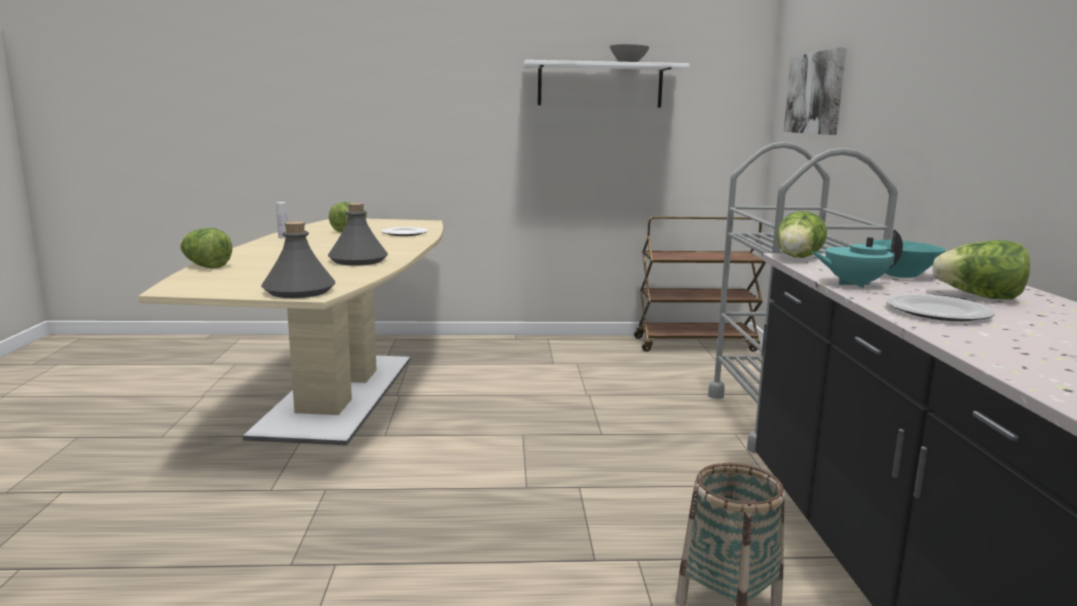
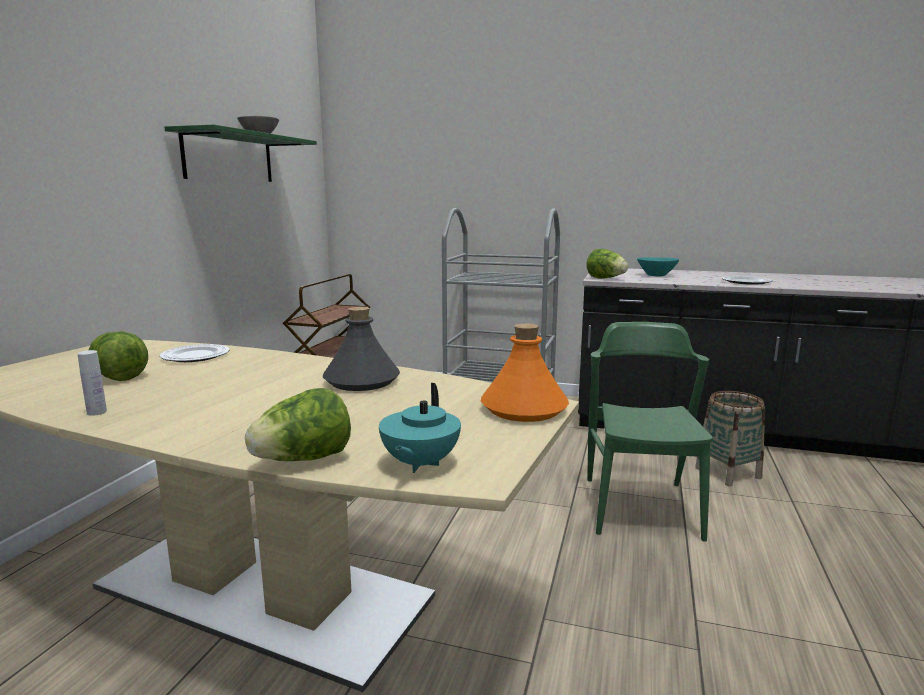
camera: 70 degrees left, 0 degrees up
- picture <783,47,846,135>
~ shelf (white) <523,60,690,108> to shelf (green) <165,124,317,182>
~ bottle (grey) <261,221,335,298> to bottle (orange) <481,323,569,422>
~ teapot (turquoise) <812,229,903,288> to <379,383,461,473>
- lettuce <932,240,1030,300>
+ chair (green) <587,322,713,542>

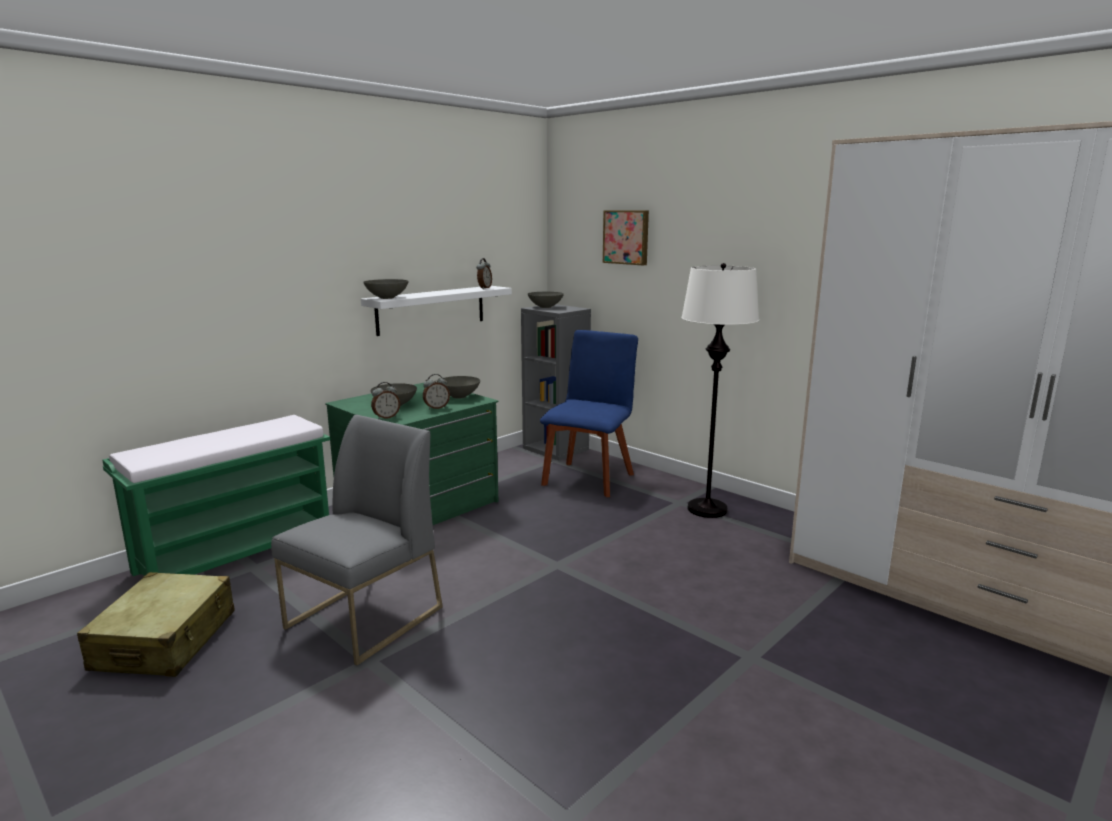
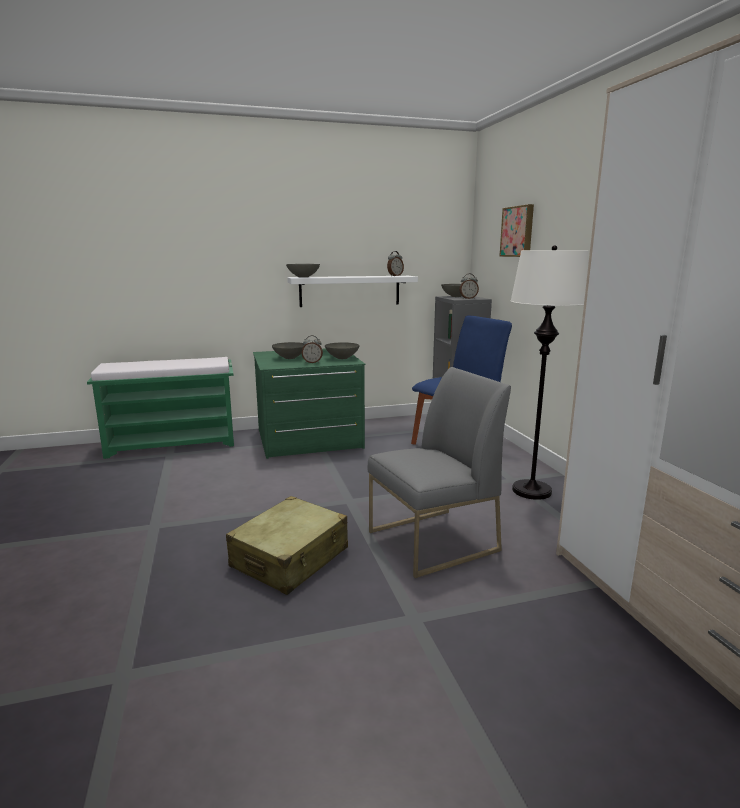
camera: 30 degrees right, 0 degrees up
~ alarm clock <371,382,400,419> to <459,273,479,299>
~ chair (grey) <271,414,443,665> to <368,367,511,578>
~ suitcase (beige) <77,572,235,677> to <226,496,348,595>

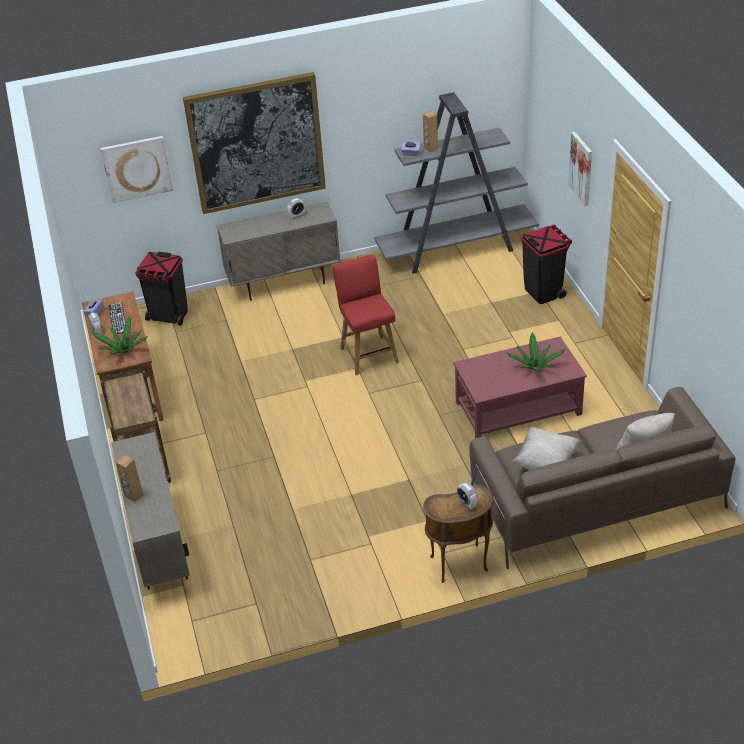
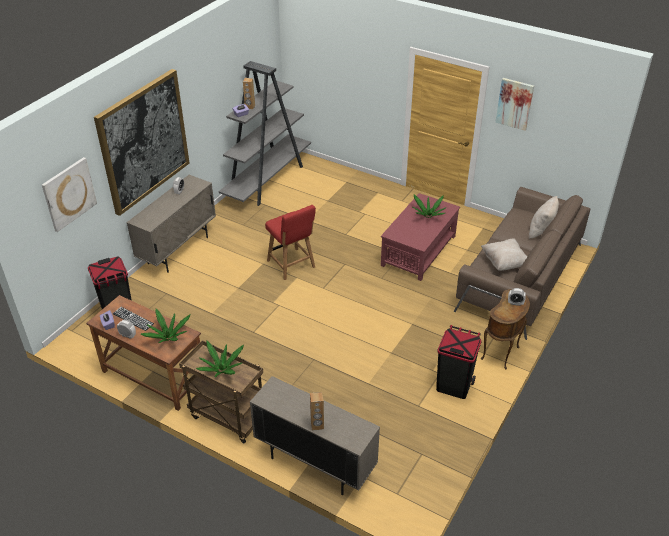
camera: 45 degrees left, 0 degrees up
~ picture <568,131,592,206> to <495,78,534,131>
~ trash can (black) <521,225,572,304> to <436,325,482,399>
~ chair (red) <333,254,399,375> = <265,205,316,280> 150 degrees counterclockwise
+ potted plant <196,341,244,377>

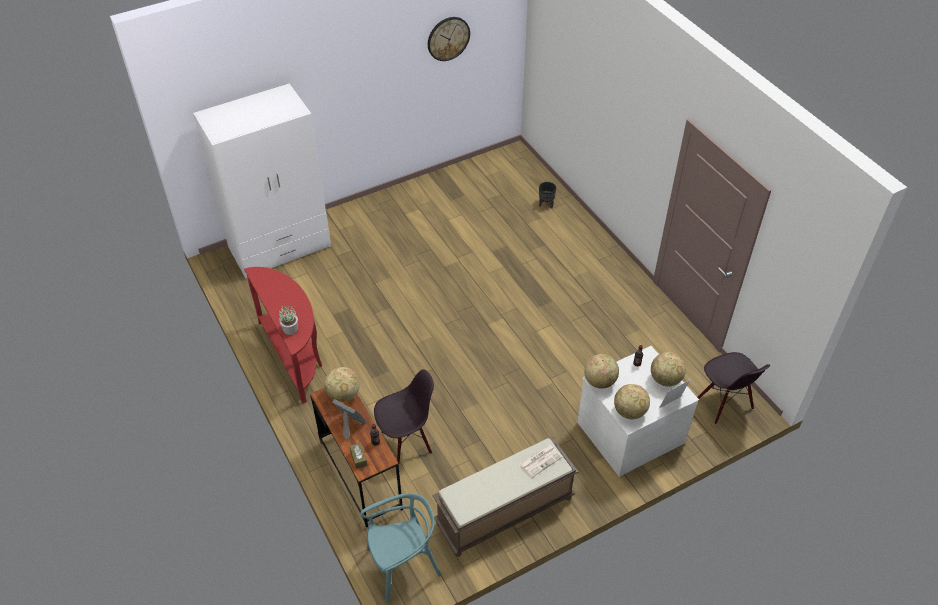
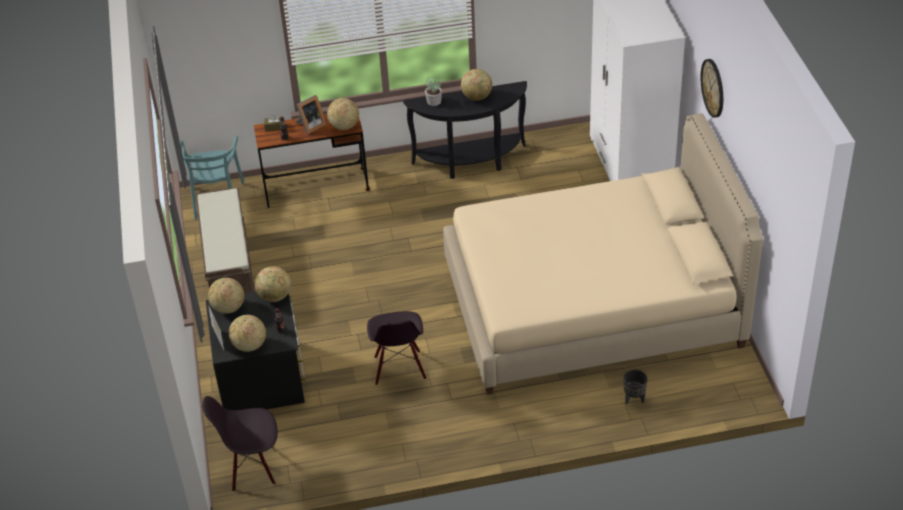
camera: 110 degrees right, 5 degrees down
~ wall clock <428,17,470,61> to <701,59,723,118>
~ console table (red) <244,267,322,404> to console table (black) <403,81,527,179>
~ dresser (white) <577,346,699,477> to dresser (black) <206,292,305,410>
~ chair (black) <374,369,434,465> to <367,311,427,385>
- newspaper <520,445,562,478>
+ globe <461,69,492,101>
+ bed (beige) <443,113,763,395>

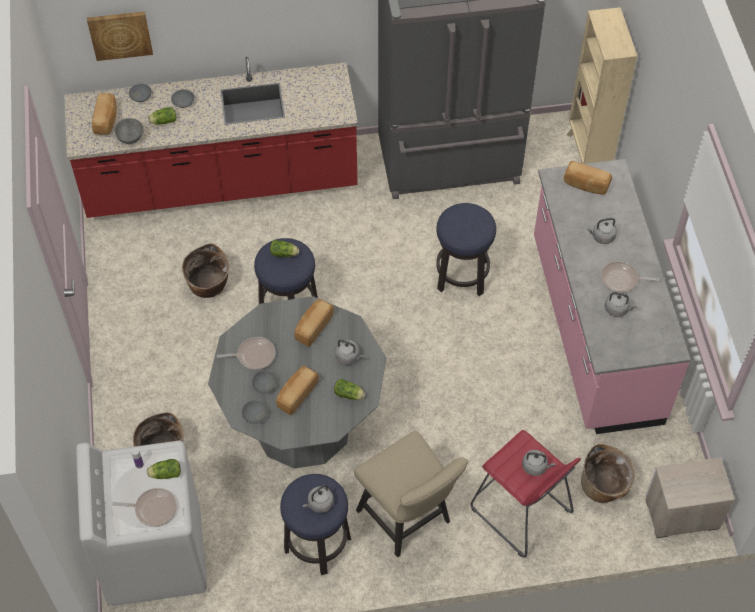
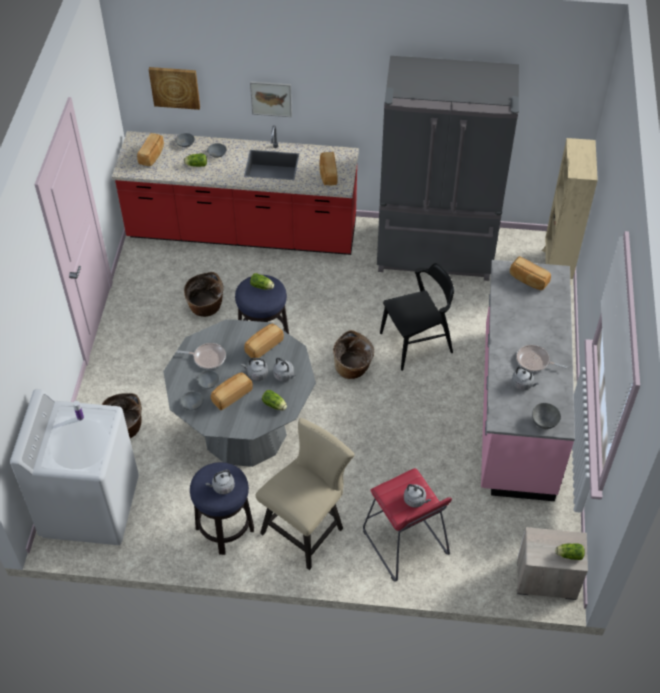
camera: 15 degrees right, 5 degrees down
~ bowl (grey) <115,118,144,144> to <532,403,561,429>
~ stool <436,203,496,296> to chair (black) <380,263,454,371>
~ kettle (grey) <587,218,617,244> to <241,358,268,381>
~ chair (beige) <354,431,468,557> = <256,418,354,570> 120 degrees counterclockwise
~ basket <581,444,635,503> to <333,330,374,379>
~ lettuce <147,459,181,479> to <555,543,585,560>
- frying pan <112,488,177,527>
+ picture <250,81,292,117>
+ bread <320,152,338,186>

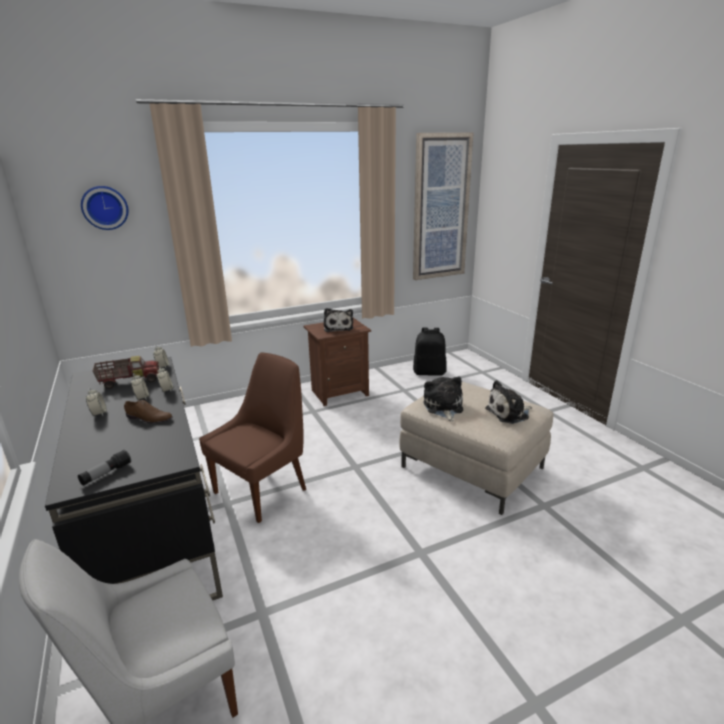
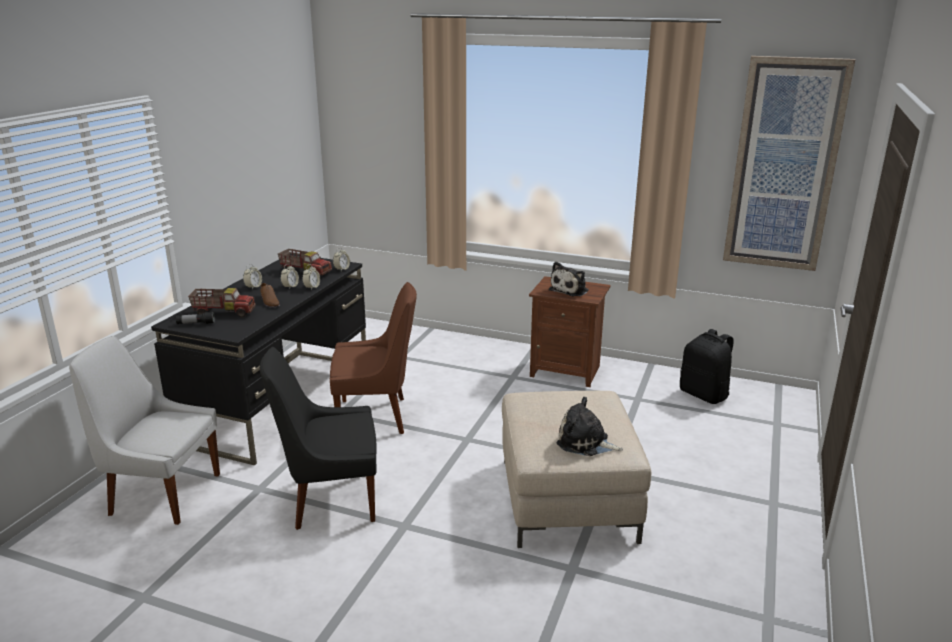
camera: 45 degrees right, 0 degrees up
- wall clock <81,186,128,230>
- plush toy <424,376,463,422>
+ toy truck <188,288,256,318>
+ chair (black) <260,347,377,530>

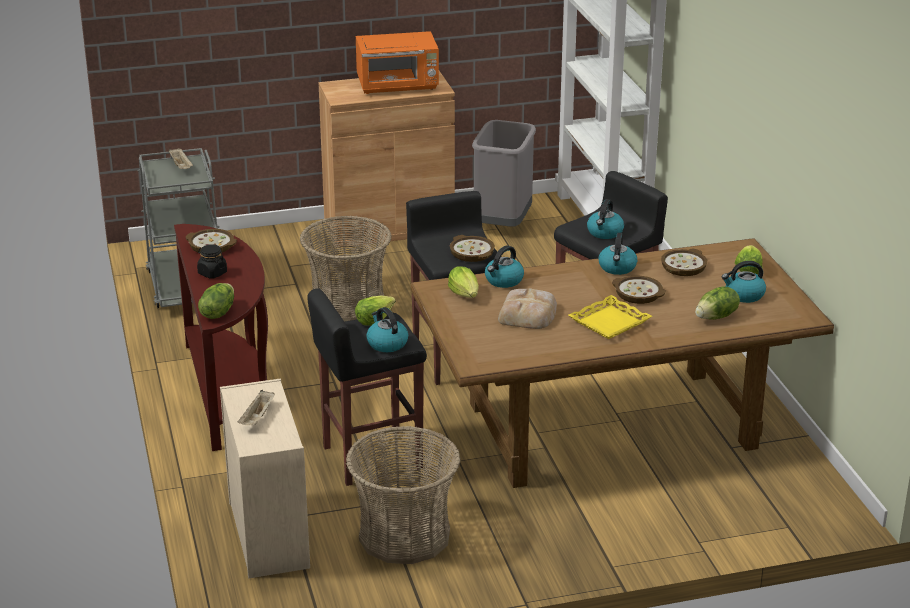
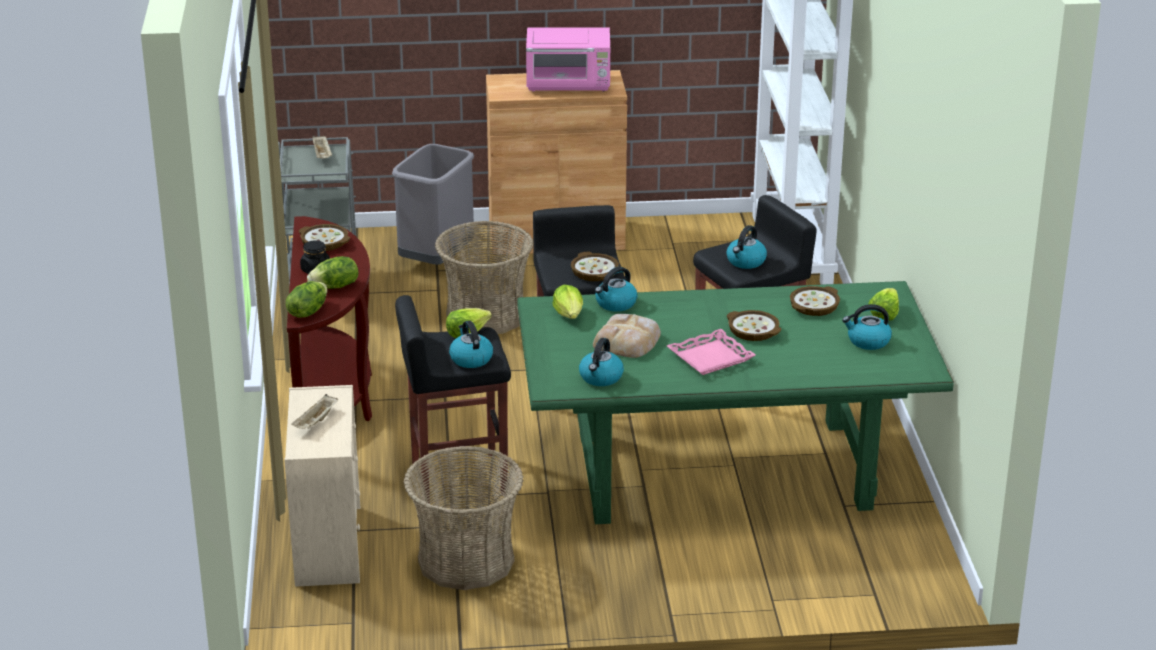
camera: 10 degrees right, 0 degrees up
~ microwave (orange) <356,31,439,94> to microwave (pink) <526,28,610,91>
~ trash can (grey) <472,120,536,227> to <392,144,474,264>
~ kettle <599,233,637,275> to <579,338,624,386>
~ dining table (brown) <411,238,834,488> to dining table (green) <517,281,954,524>
~ lettuce <695,286,740,320> to <307,256,358,289>
~ tray (yellow) <568,295,652,339> to tray (pink) <667,329,756,375>

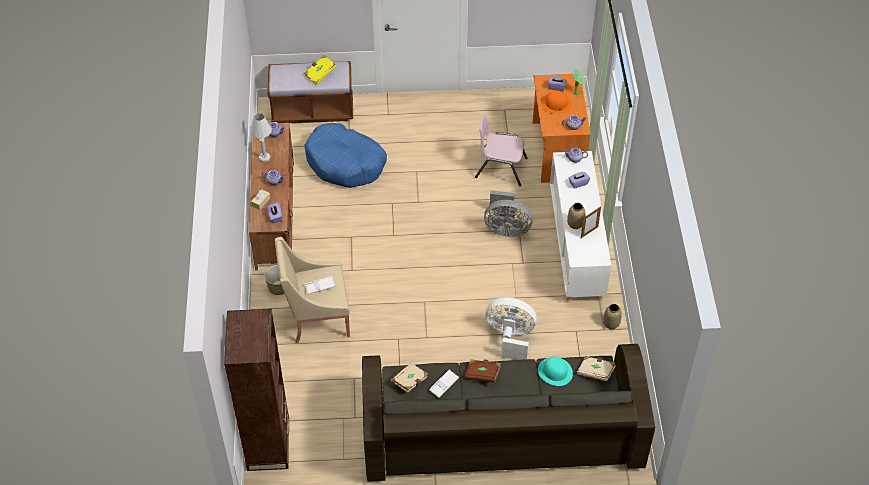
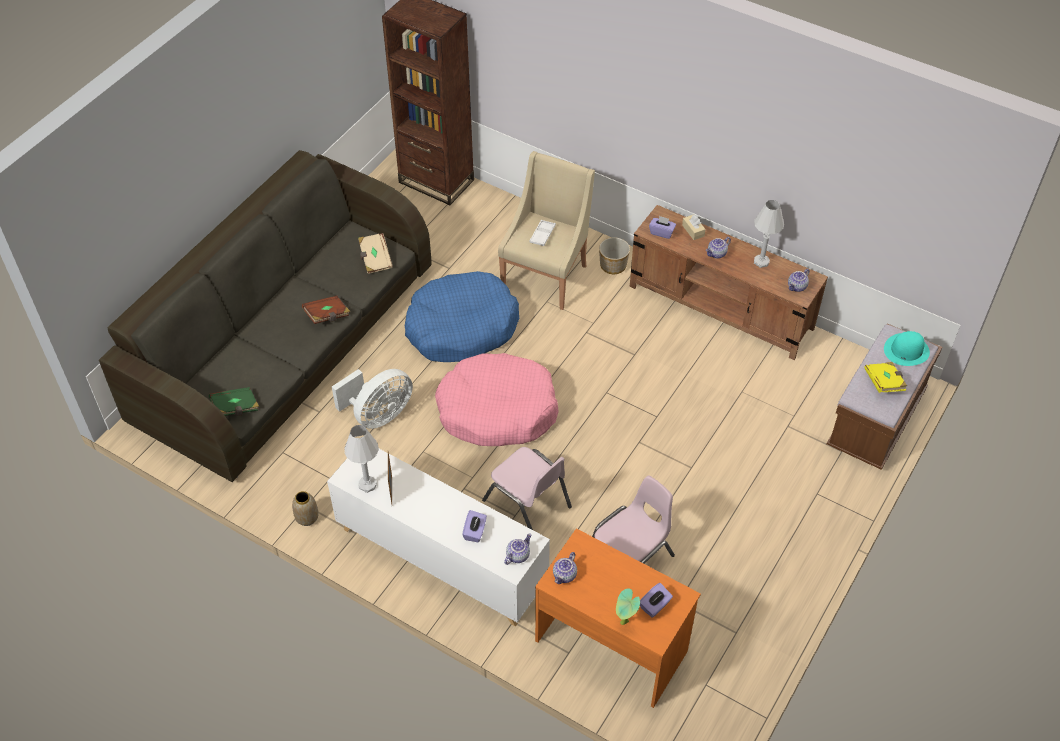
camera: 125 degrees right, 0 degrees up
- hat (orange) <541,90,572,114>
~ dog bed (blue) <304,123,387,188> to <405,271,519,362>
~ fan (grey) <484,190,533,237> to chair (pink) <482,447,572,530>
- vase <567,203,585,229>
~ book (beige) <577,356,616,381> to book (green) <209,387,259,416>
~ hat (turquoise) <538,357,573,386> to <884,331,930,366>
- tray (white) <429,370,459,398>
+ dog bed (pink) <435,353,559,446>
+ table lamp (white) <344,425,379,493>

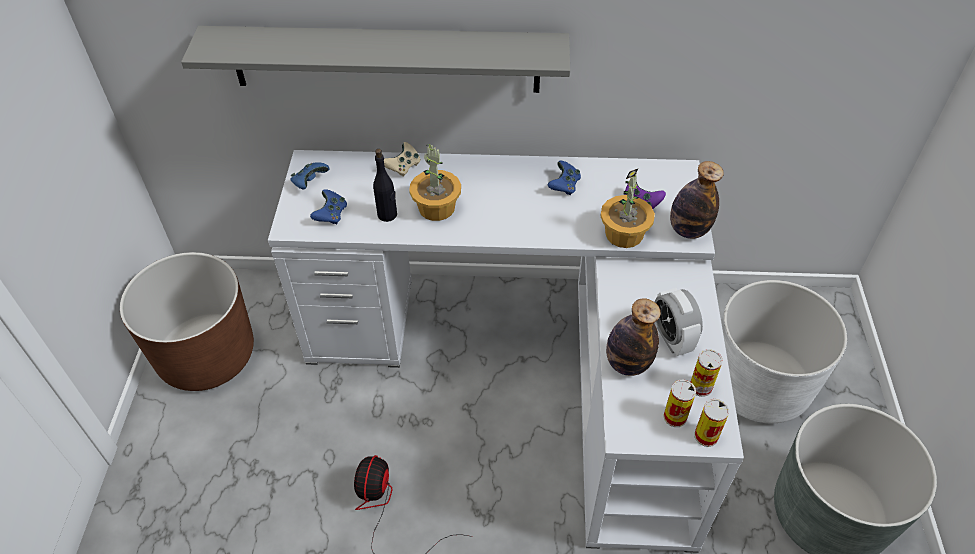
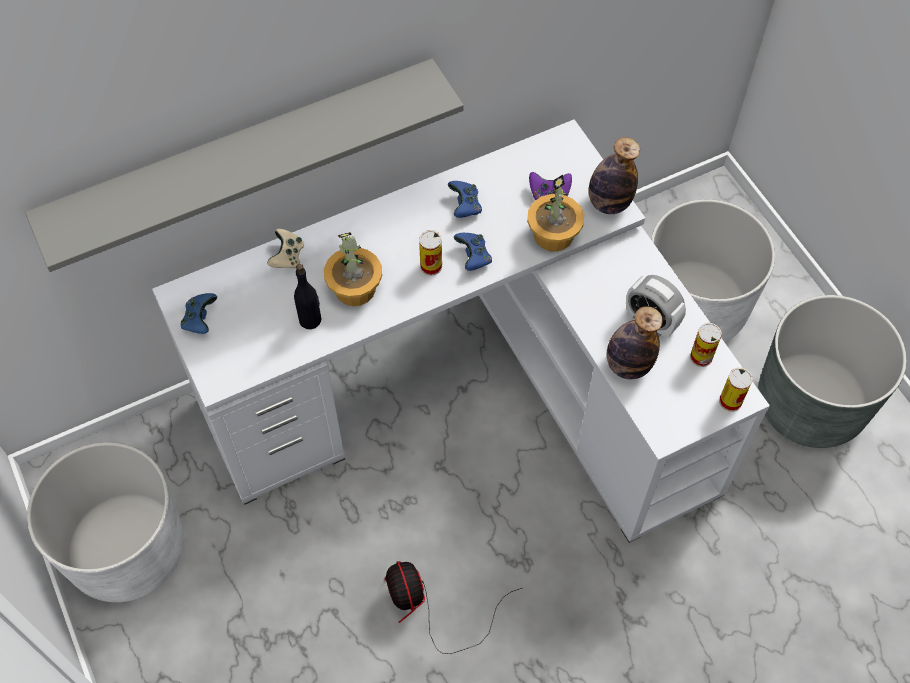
camera: 30 degrees left, 10 degrees up
~ game controller (blue) <310,189,347,225> to <454,233,492,271>
~ planter (brown) <120,252,254,391> to planter (white) <27,442,184,602>
~ can <663,380,696,427> to <419,230,442,276>

